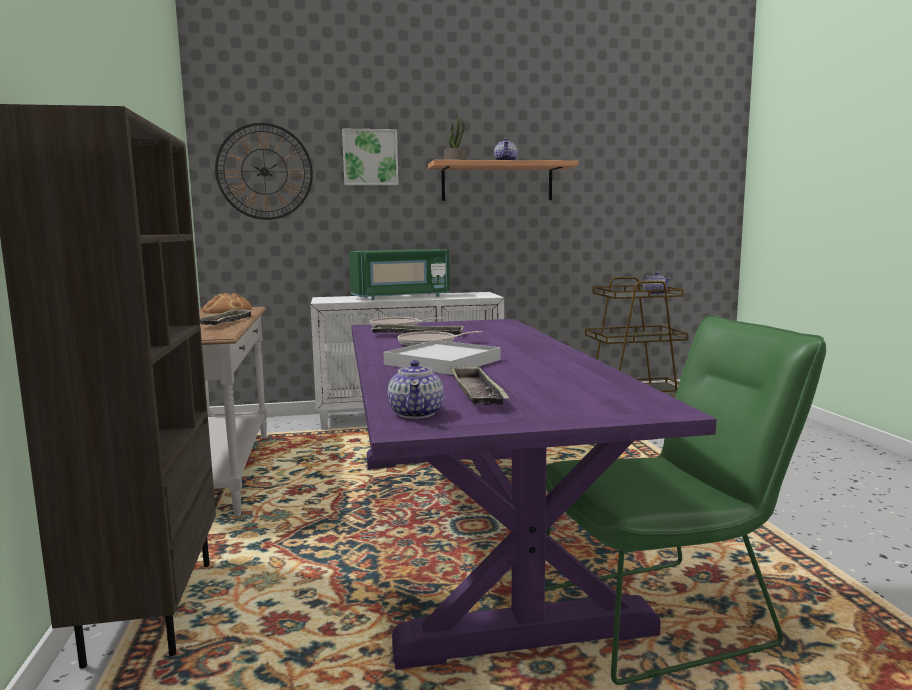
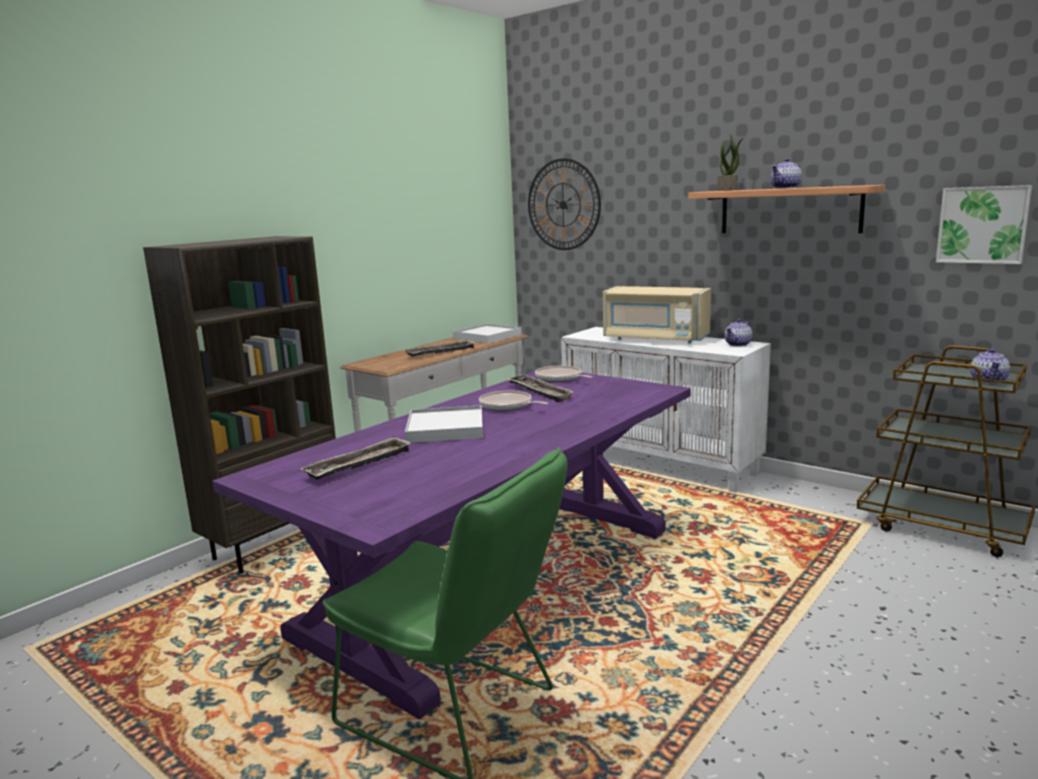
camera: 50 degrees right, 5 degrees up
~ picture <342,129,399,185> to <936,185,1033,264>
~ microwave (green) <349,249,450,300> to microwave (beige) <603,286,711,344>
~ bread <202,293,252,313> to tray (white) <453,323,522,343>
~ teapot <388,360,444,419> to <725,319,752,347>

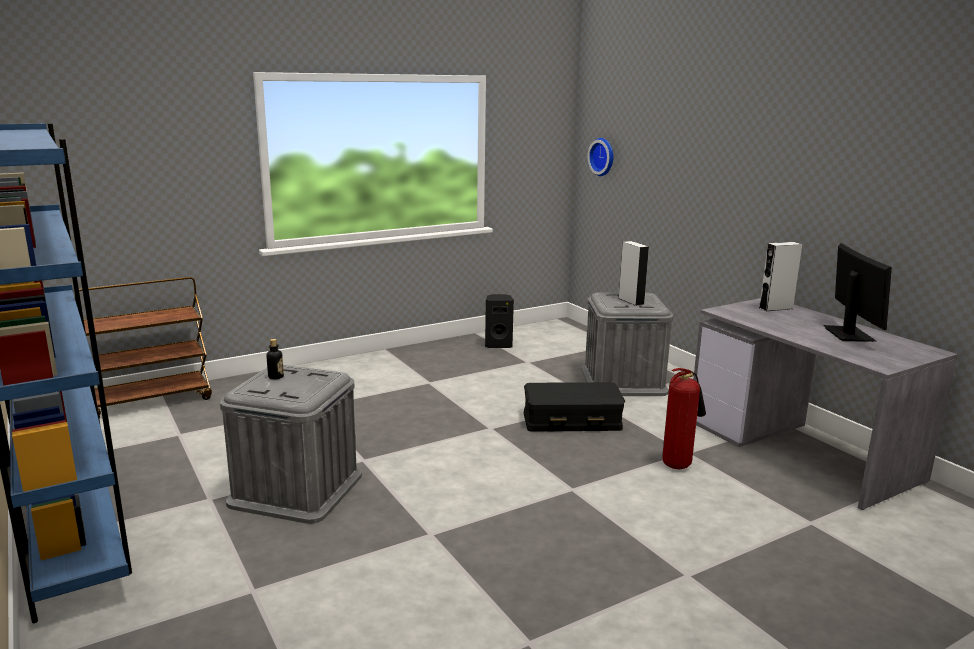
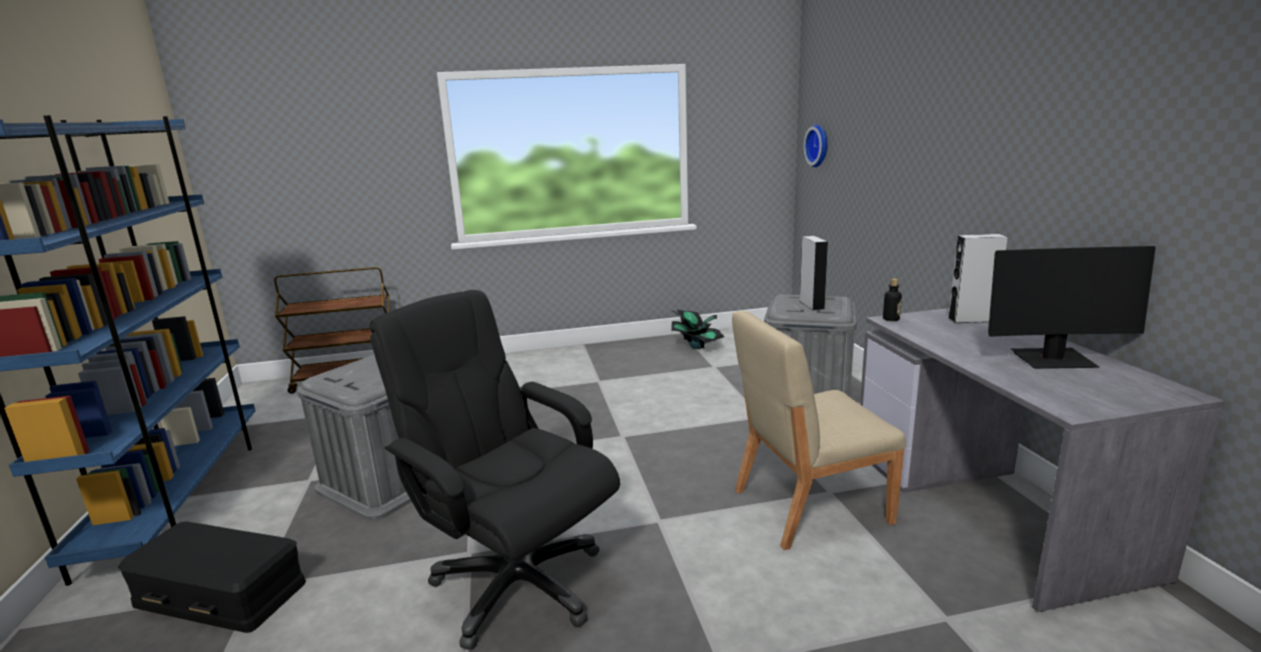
camera: 20 degrees right, 0 degrees up
~ monitor <823,243,892,342> = <988,246,1156,369> 75 degrees clockwise
~ speaker (black) <485,294,514,348> to potted plant <671,310,724,349>
~ bottle <266,339,284,379> to <883,278,902,321>
~ fire extinguisher <662,368,706,469> to chair (beige) <732,311,906,550>
~ storage box (black) <524,382,625,432> to <118,521,306,633>
+ office chair (black) <370,290,620,650>

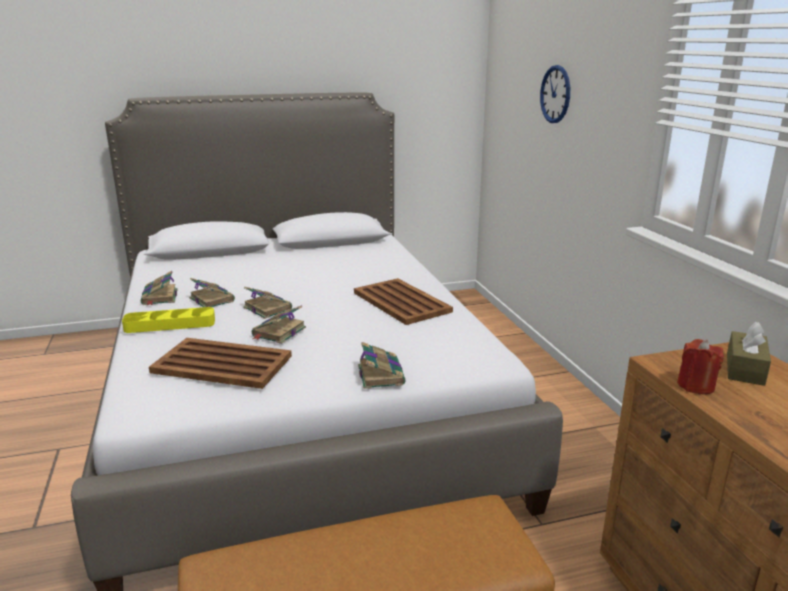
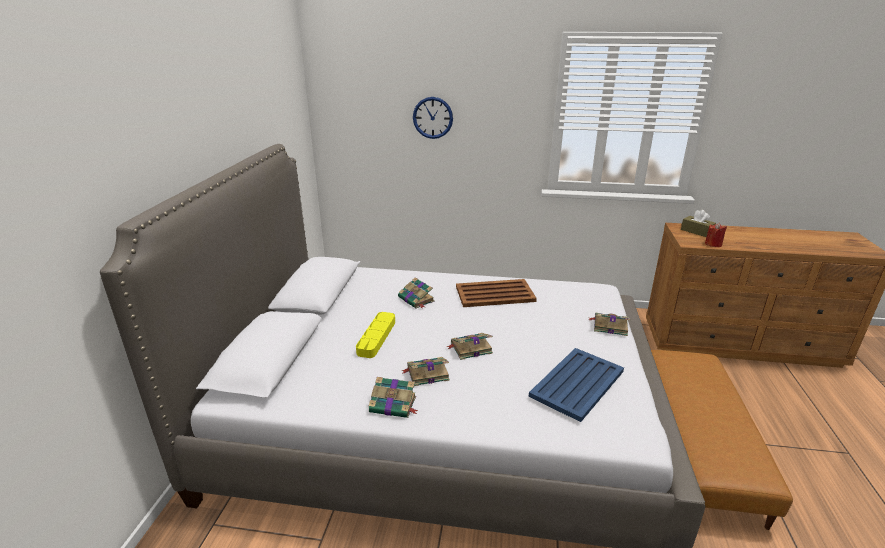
camera: 65 degrees left, 5 degrees up
~ book <252,305,306,344> to <398,277,435,308>
~ tray (yellow) <122,307,215,333> to <356,312,395,358>
~ tray (brown) <149,338,292,389> to tray (blue) <529,348,624,422>

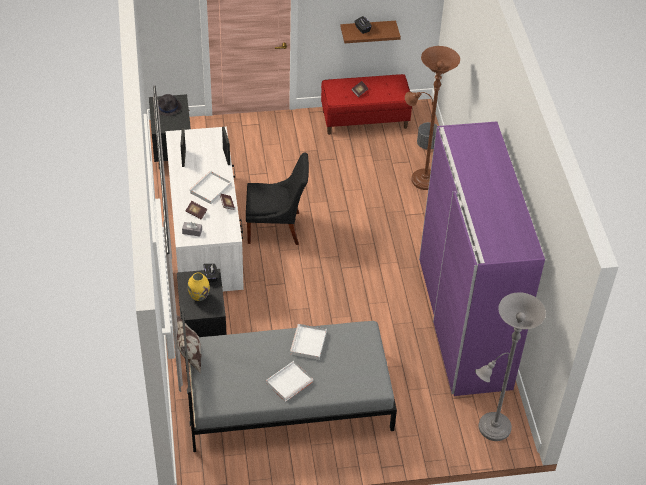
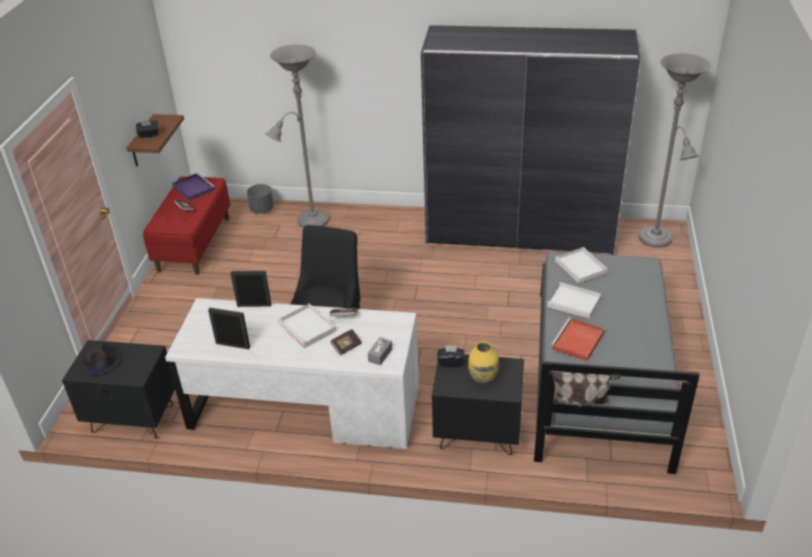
camera: 70 degrees left, 10 degrees down
~ floor lamp (brown) <405,46,460,190> to floor lamp (grey) <265,44,329,228>
~ wardrobe (purple) <419,121,545,396> to wardrobe (grey) <421,25,641,255>
~ tray (white) <266,361,314,402> to <555,247,609,283>
+ tray (purple) <172,173,215,201>
+ tray (red) <551,318,605,361>

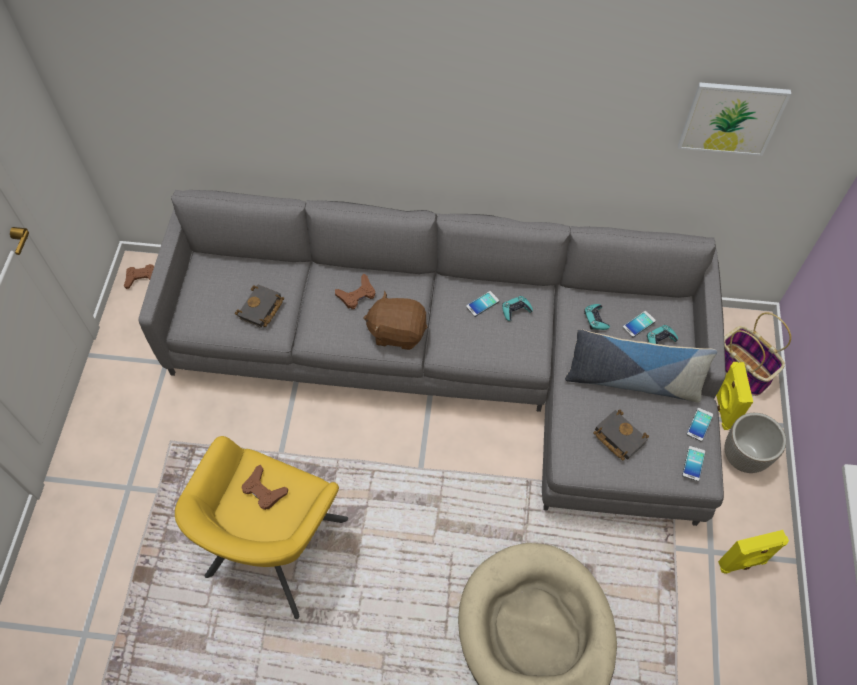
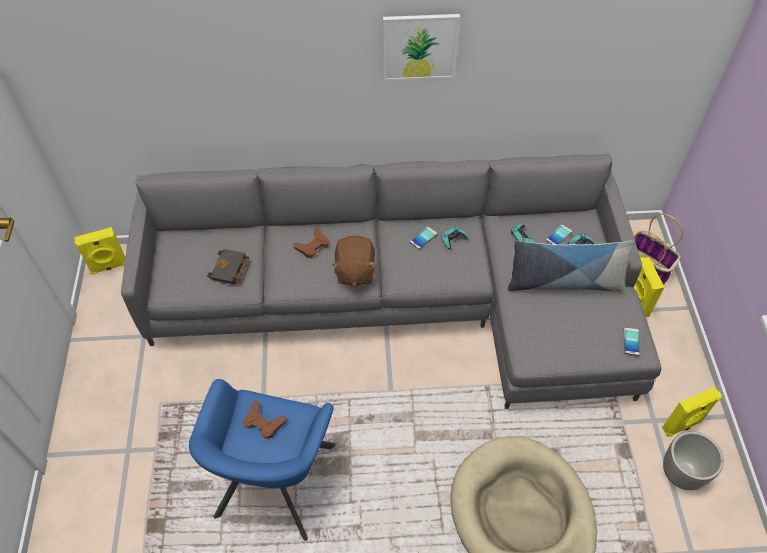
camera: 10 degrees left, 5 degrees down
~ picture <678,82,791,156> to <383,14,460,81>
~ game controller (brown) <124,264,154,289> to speaker (yellow) <74,227,126,275>
~ plush toy (brown) <363,291,427,350> = <332,235,376,287> 90 degrees counterclockwise
- phone <687,408,713,442>
- book (black) <593,410,649,461>
~ planter <725,413,786,473> to <663,431,724,490>
~ armchair (yellow) <175,436,348,619> to armchair (blue) <189,379,335,541>

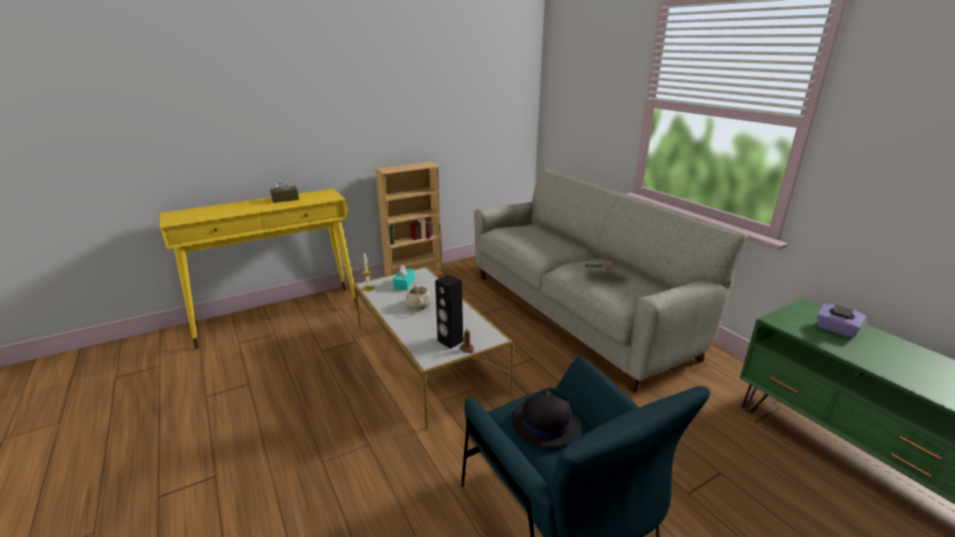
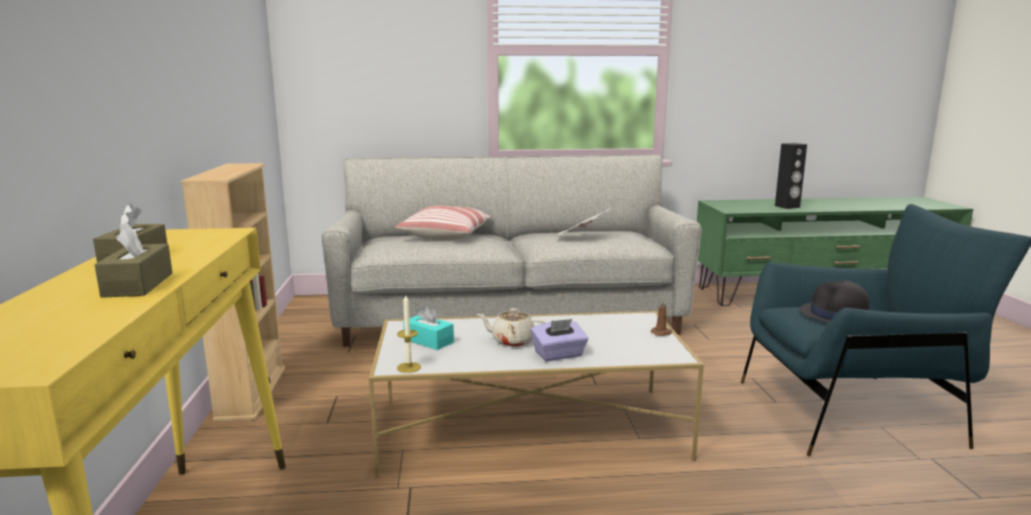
camera: 65 degrees left, 10 degrees down
~ speaker (black) <435,275,463,349> to <775,143,807,209>
~ tissue box (purple) <817,303,866,338> to <531,319,588,361>
+ pillow <395,206,492,240>
+ tissue box (brown) <95,222,172,298>

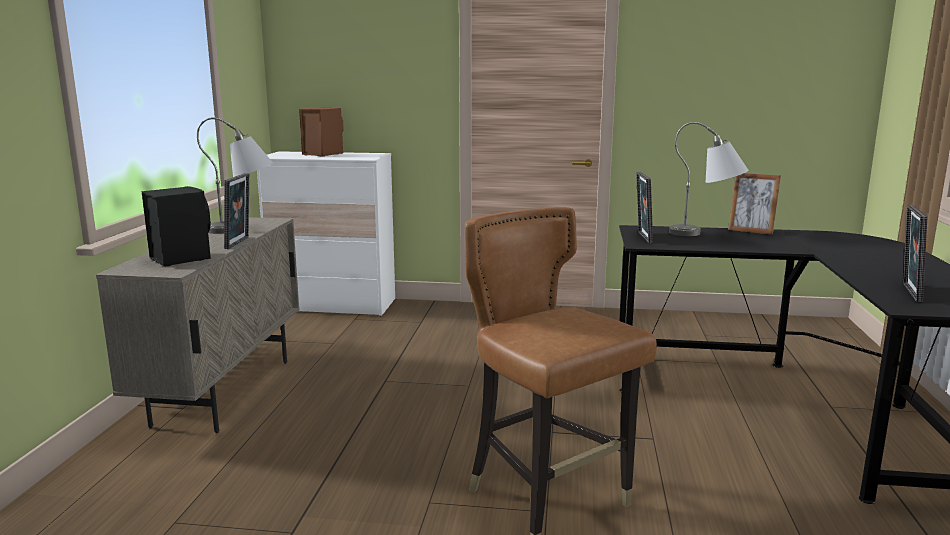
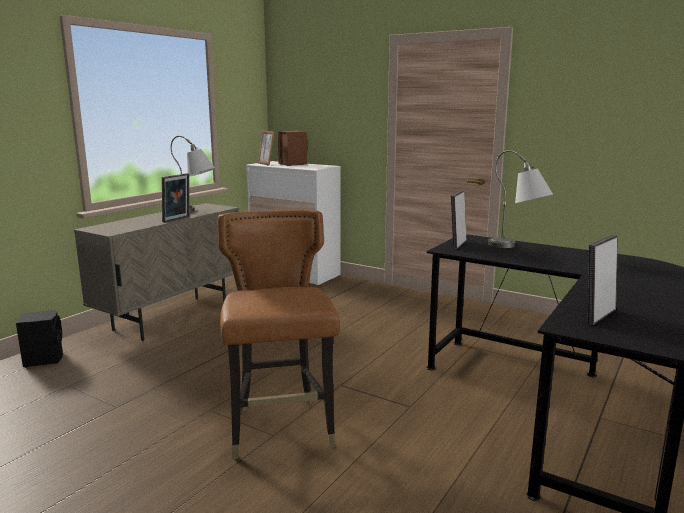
camera: 25 degrees right, 0 degrees up
~ picture frame <728,173,781,235> to <258,131,274,166>
~ speaker (black) <142,186,211,266> to <16,310,63,367>

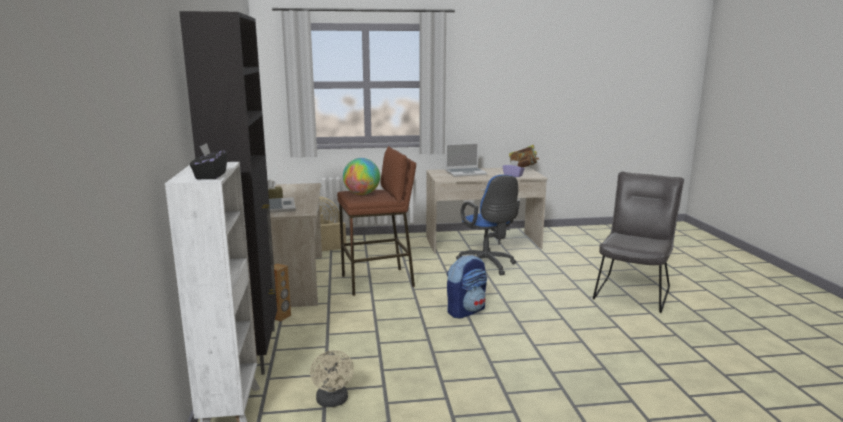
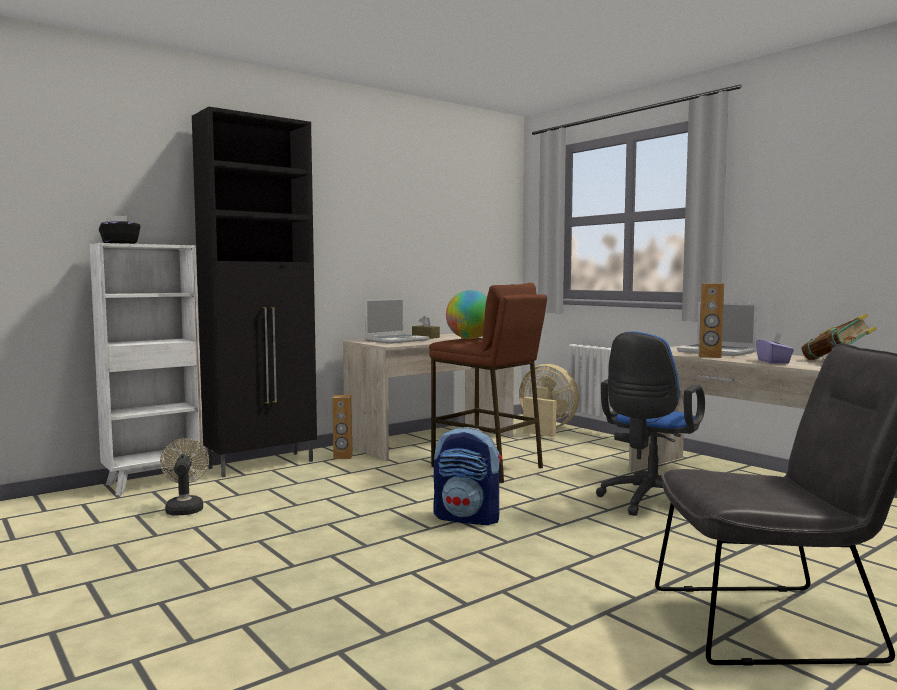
camera: 60 degrees right, 10 degrees down
~ fan (beige) <310,350,354,407> = <160,438,209,516> 120 degrees clockwise
+ speaker (brown) <699,283,724,358>

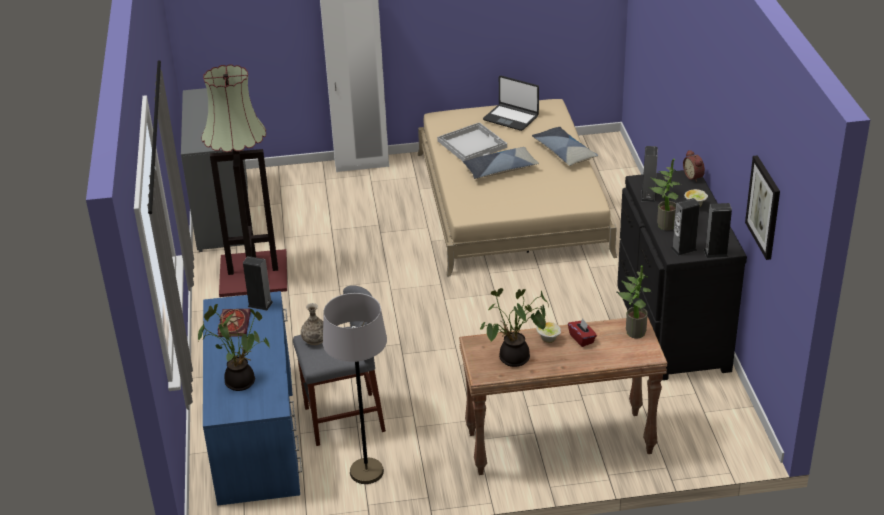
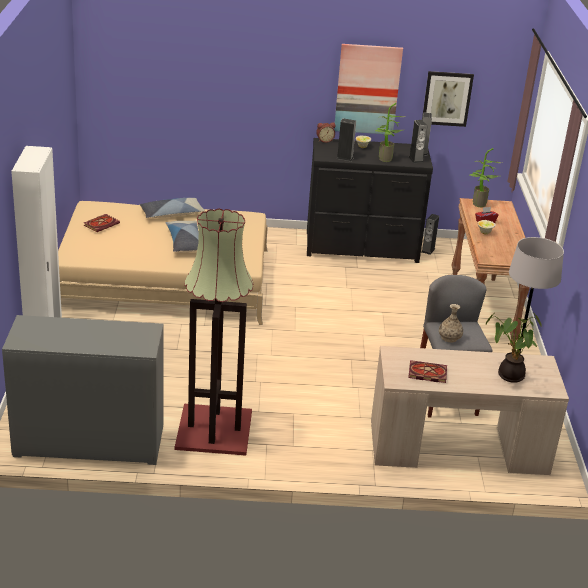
camera: 85 degrees left, 5 degrees down
~ laptop <483,76,539,131> to book <84,214,120,232>
- tray (white) <437,122,507,161>
~ speaker <243,256,273,311> to <422,214,439,255>
- potted plant <480,288,549,367>
~ desk (blue) <203,291,302,506> to desk (beige) <371,346,569,475>
+ picture <334,44,403,134>

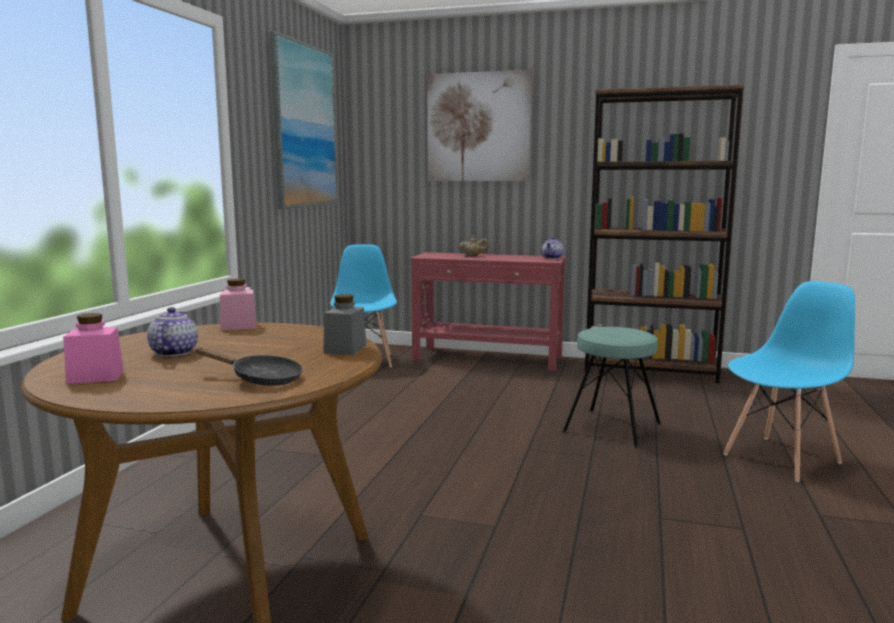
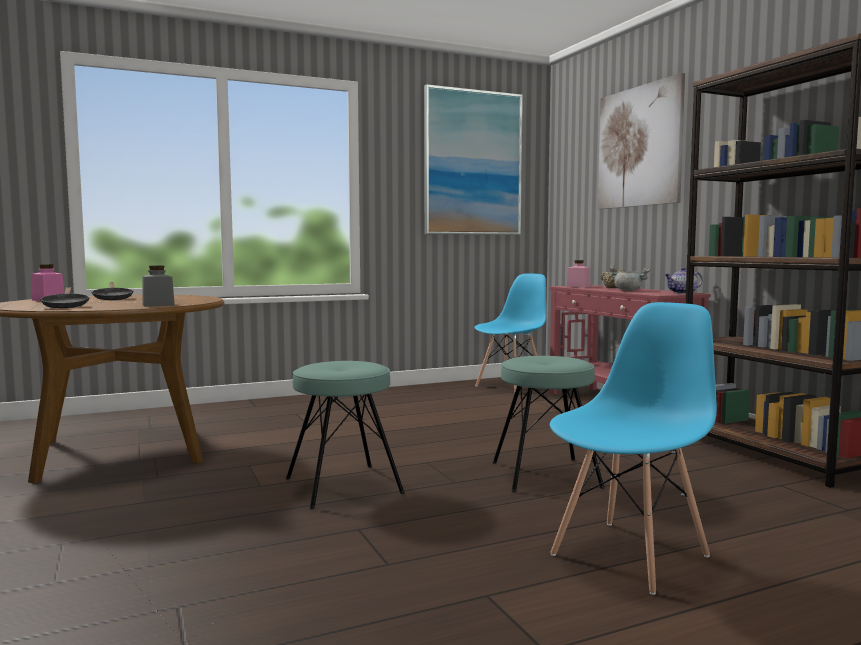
camera: 50 degrees right, 5 degrees down
~ jar (pink) <220,279,256,330> to <567,260,590,288>
~ chair (blue) <723,281,855,482> = <550,302,717,595> 60 degrees counterclockwise
~ teapot <147,307,198,357> to frying pan (black) <91,282,134,300>
+ cooking pot (grey) <609,266,650,291>
+ stool (turquoise) <286,361,405,509>

